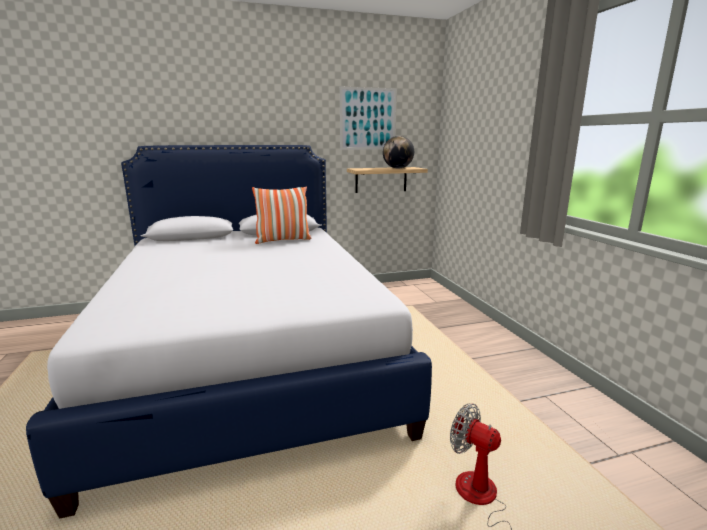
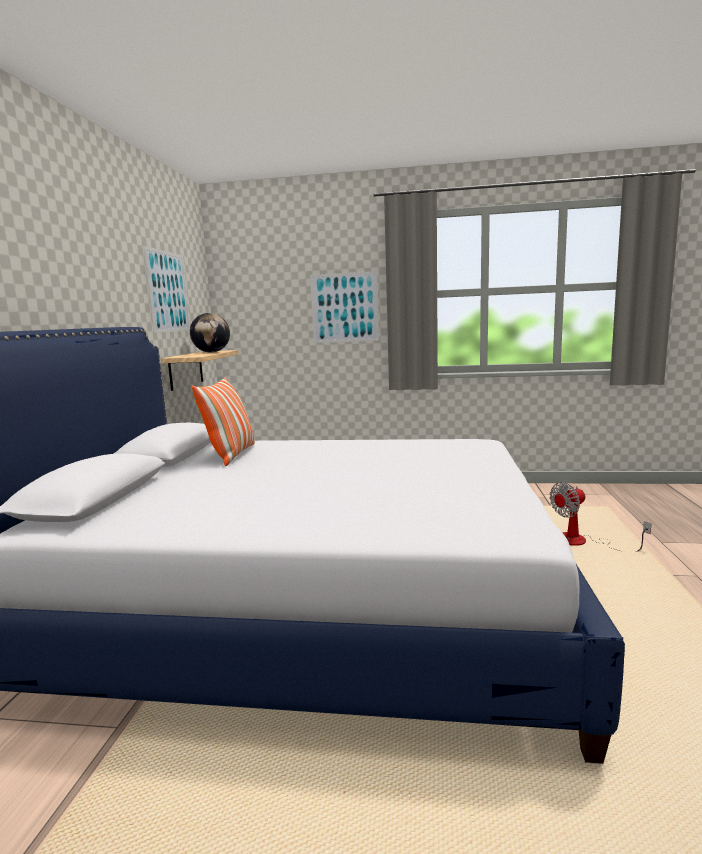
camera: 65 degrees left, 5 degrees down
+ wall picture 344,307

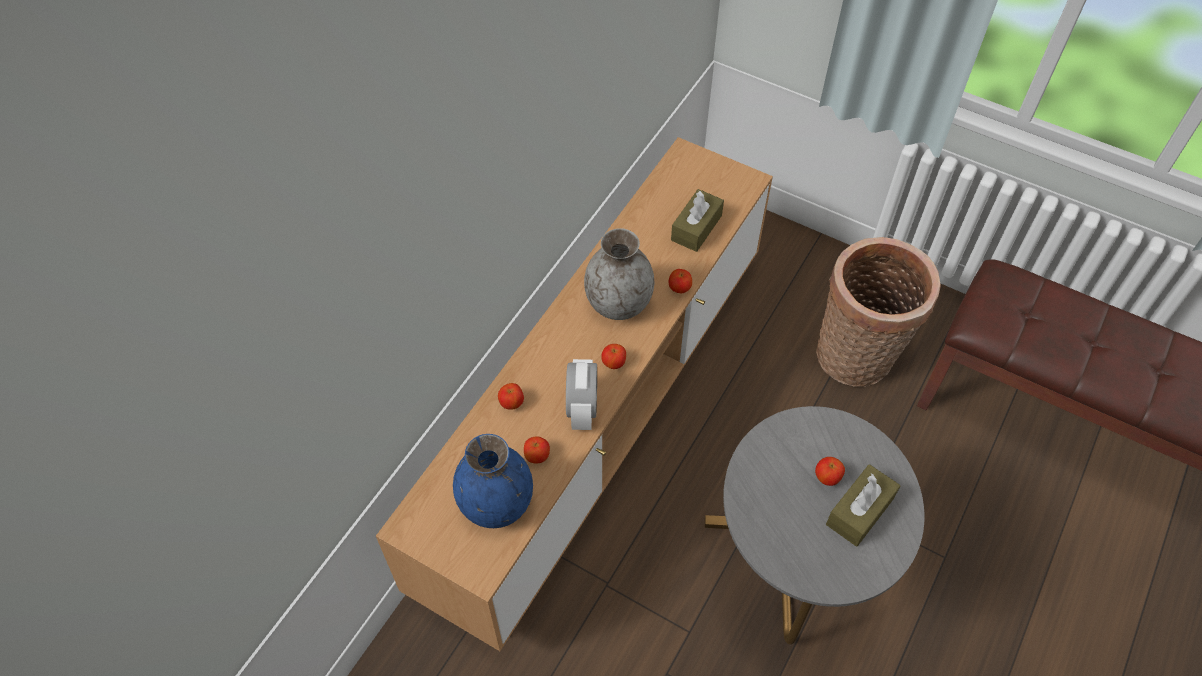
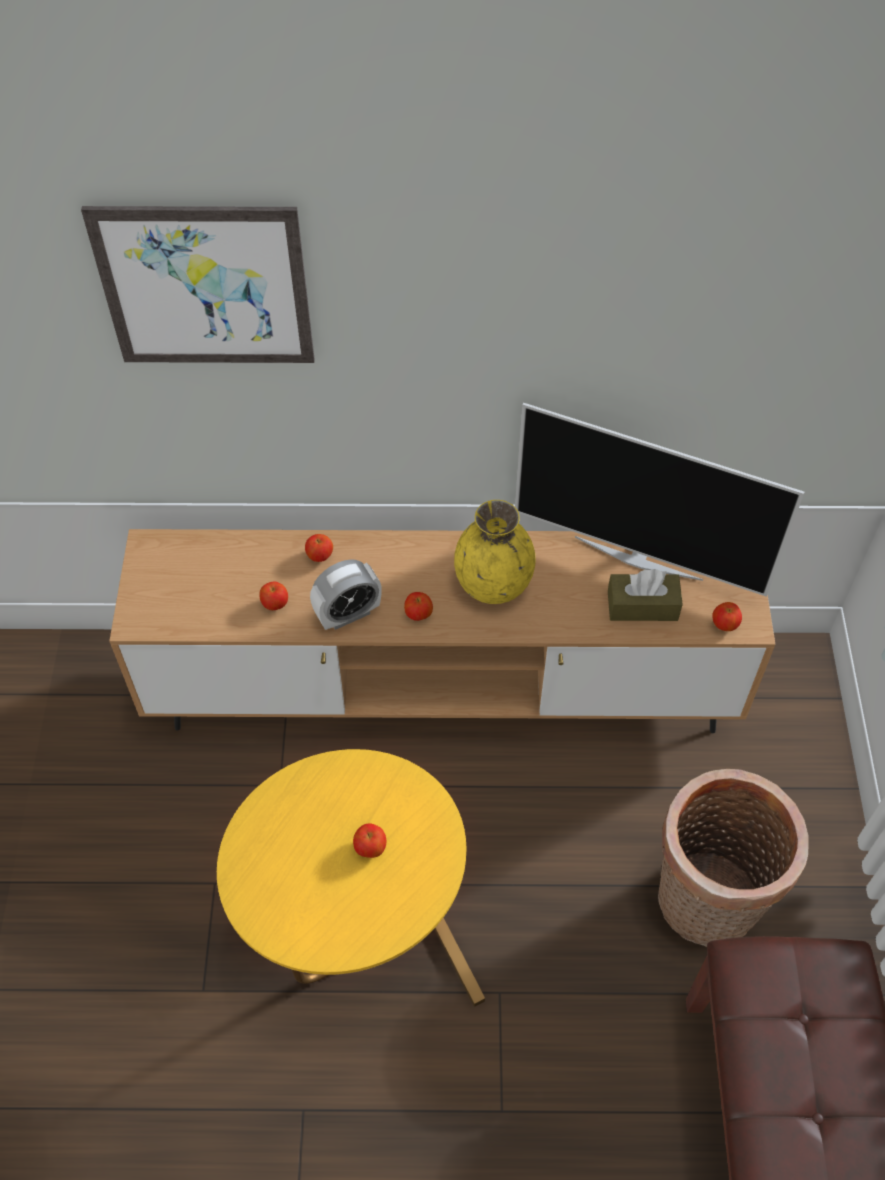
camera: 60 degrees right, 0 degrees up
- blue vase 497,503
- brownish box of tissues 859,511
+ wall picture 205,287
+ television 638,557
~ apple 679,288 to 724,624
~ grey vase 618,303 to yellowish vase 494,584
~ grey end table 784,592 to yellowish end table 361,955

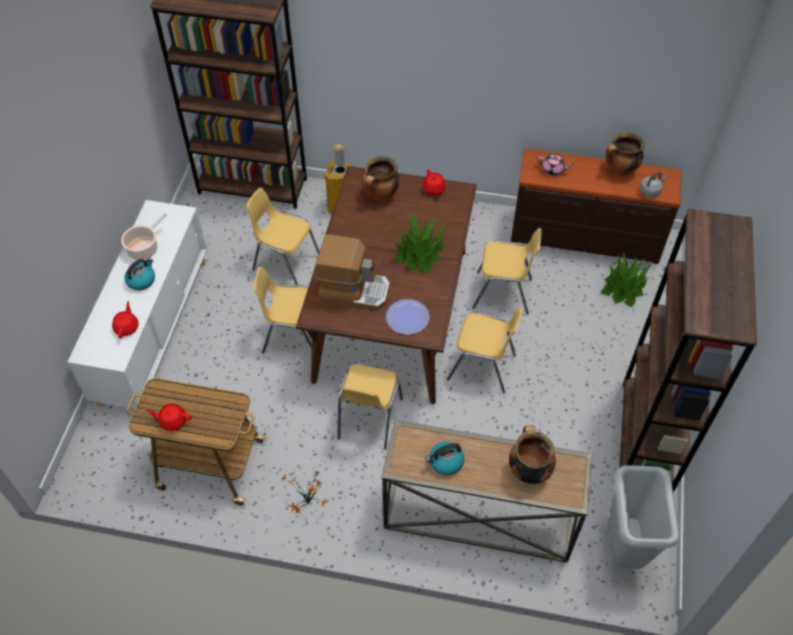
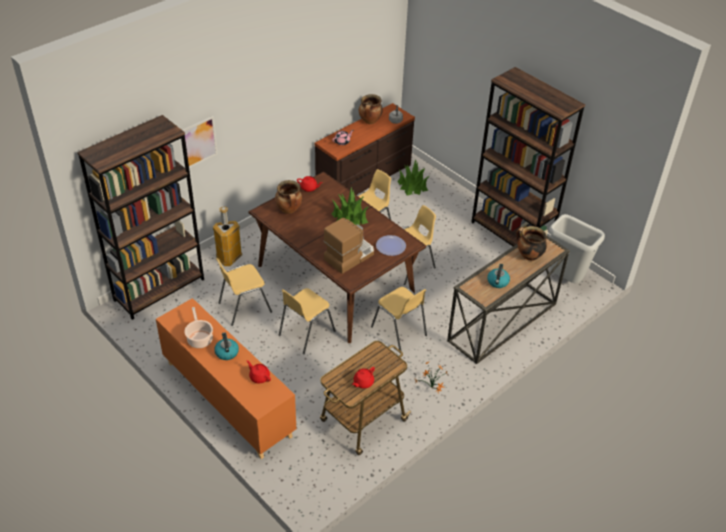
camera: 55 degrees left, 10 degrees down
+ wall picture 199,142
~ whitish cabinet 154,330 to orange cabinet 228,399

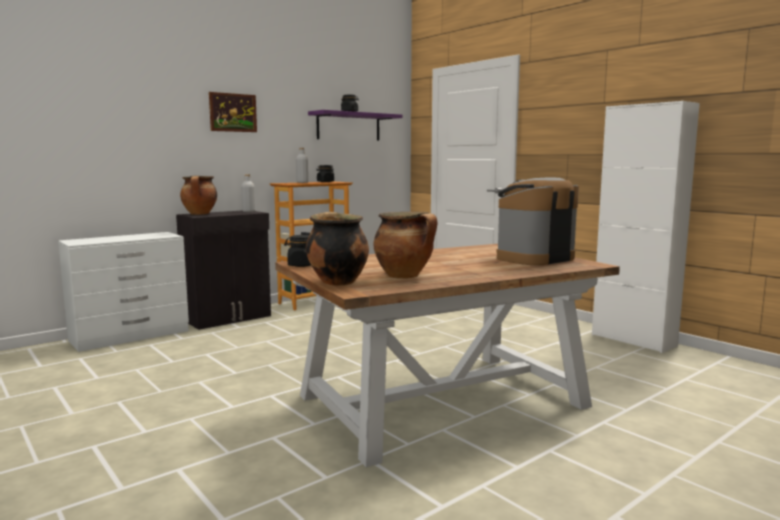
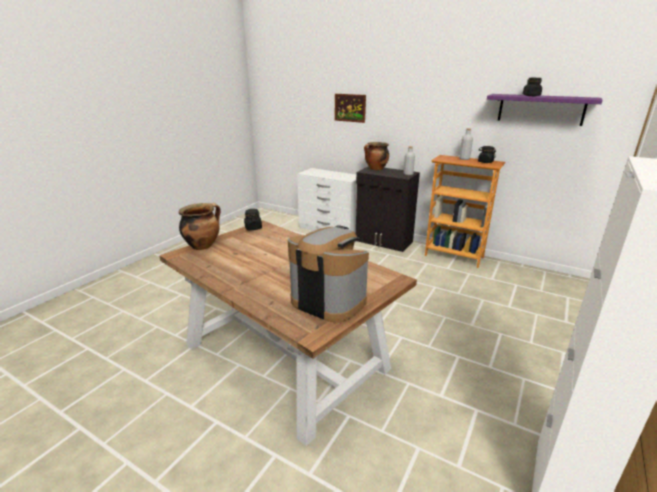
camera: 70 degrees right, 15 degrees up
- cooking pot 405,276
~ wall picture 233,112 to 350,108

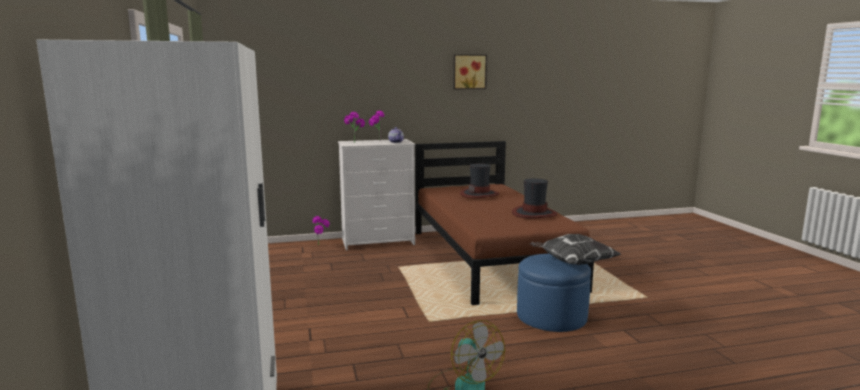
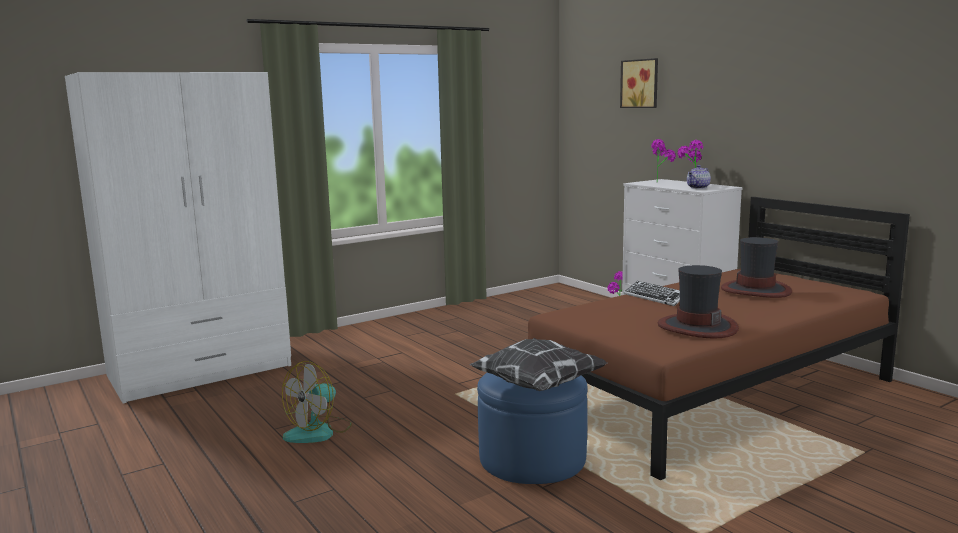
camera: 70 degrees right, 0 degrees up
+ computer keyboard 655,297
~ wall picture 469,72 to 641,83

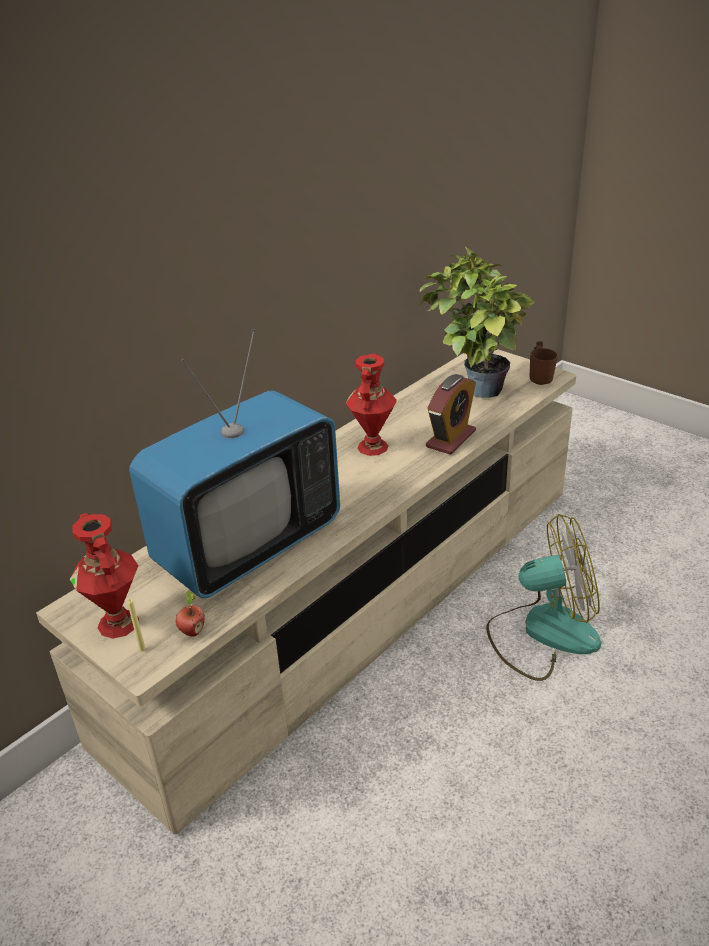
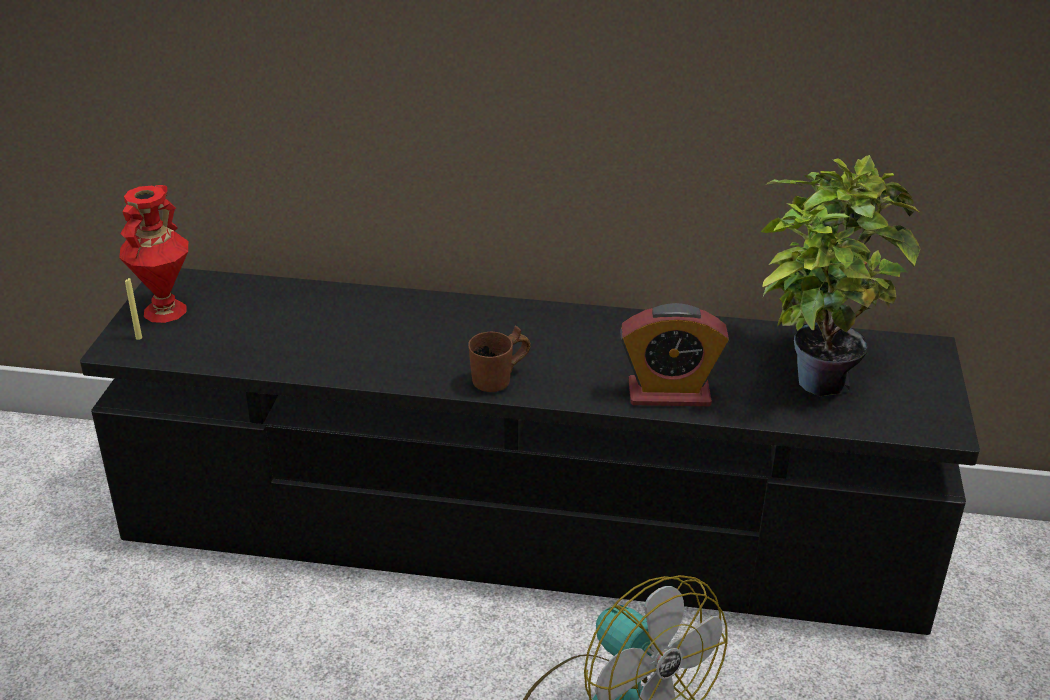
camera: 55 degrees right, 0 degrees up
- television 248,546
- apple 192,631
- red-coloured vase 373,447
~ brownish mug 542,378 to 501,383
~ beige media console 361,604 to blackish media console 523,530

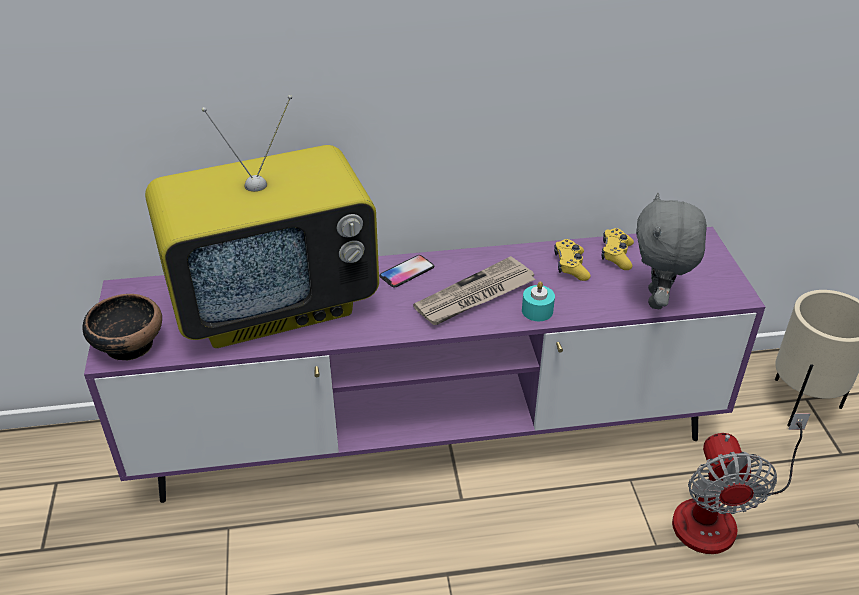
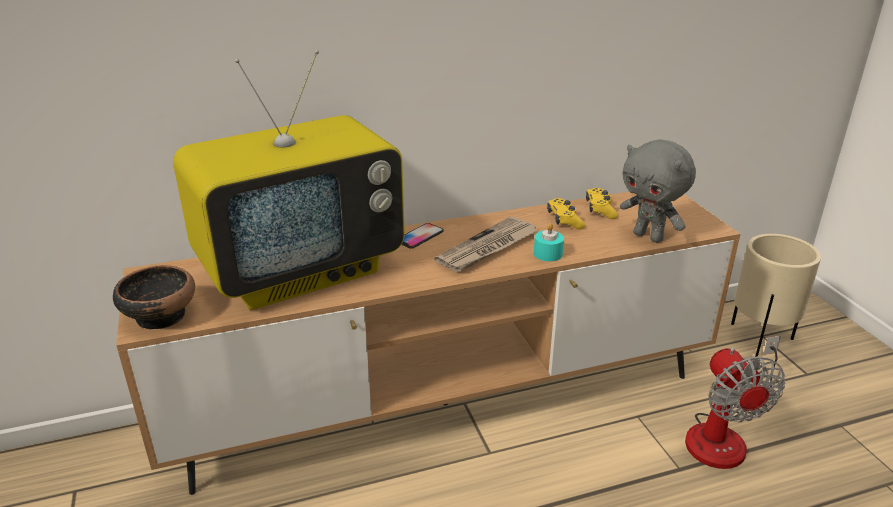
camera: 10 degrees left, 10 degrees down
~ purple media console 429,437 to brownish media console 445,404
~ grey cuddly toy 658,300 = 649,237 45 degrees counterclockwise

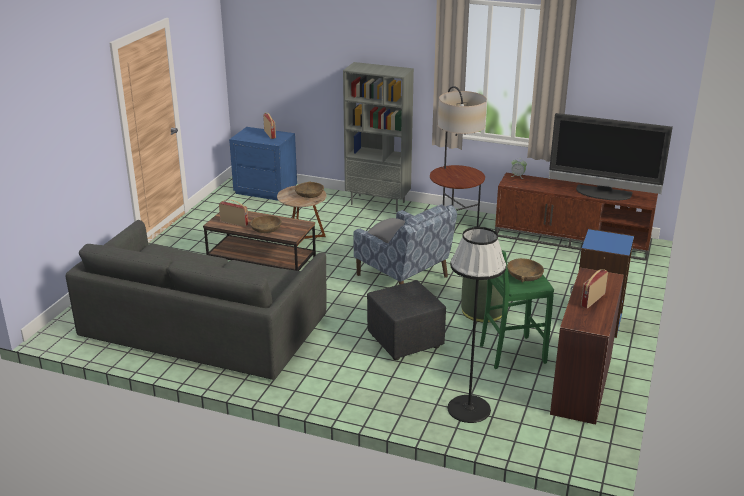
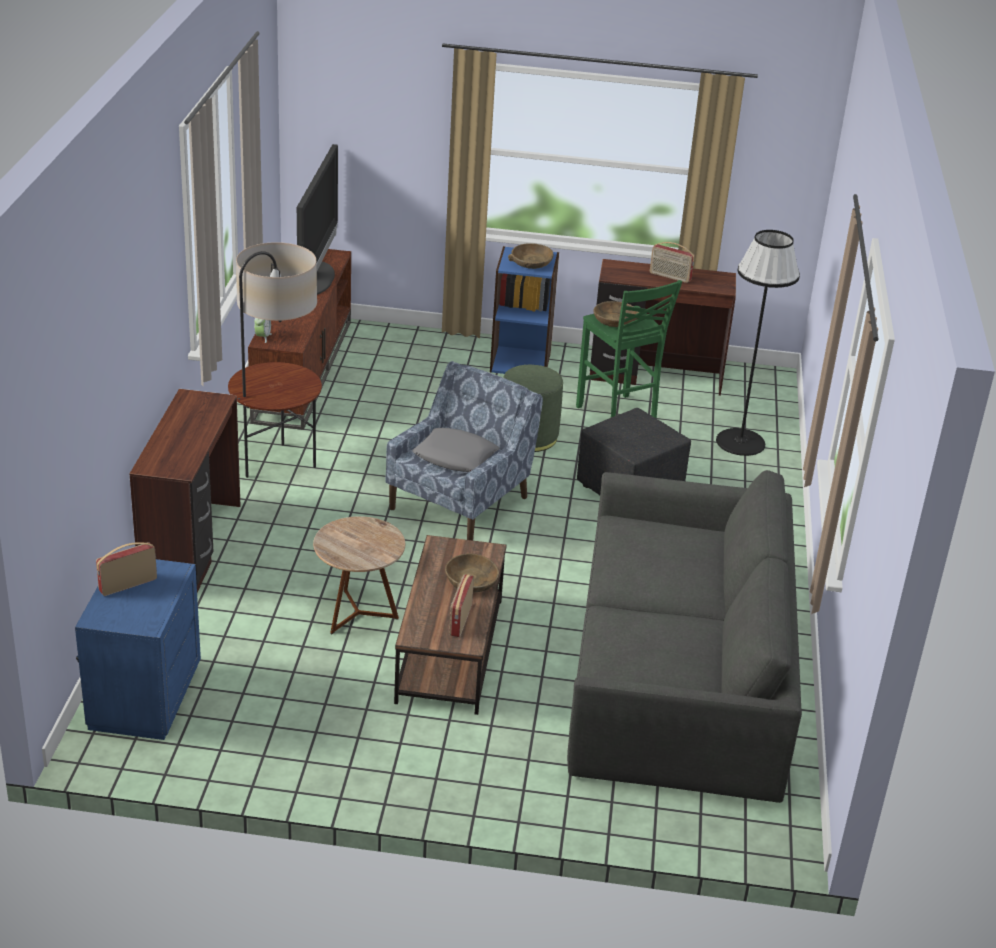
camera: 105 degrees left, 5 degrees up
~ brownish serving bowl 309,194 to 531,263
~ grey bookcase 378,203 to brownish desk unit 193,546

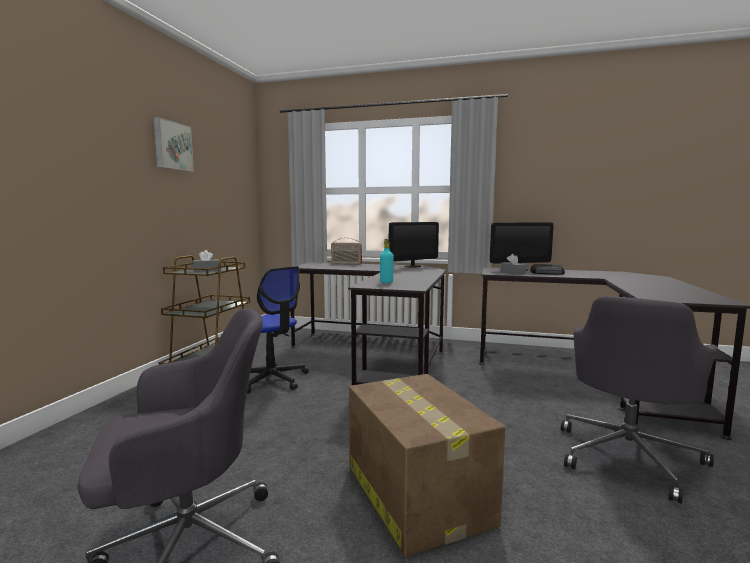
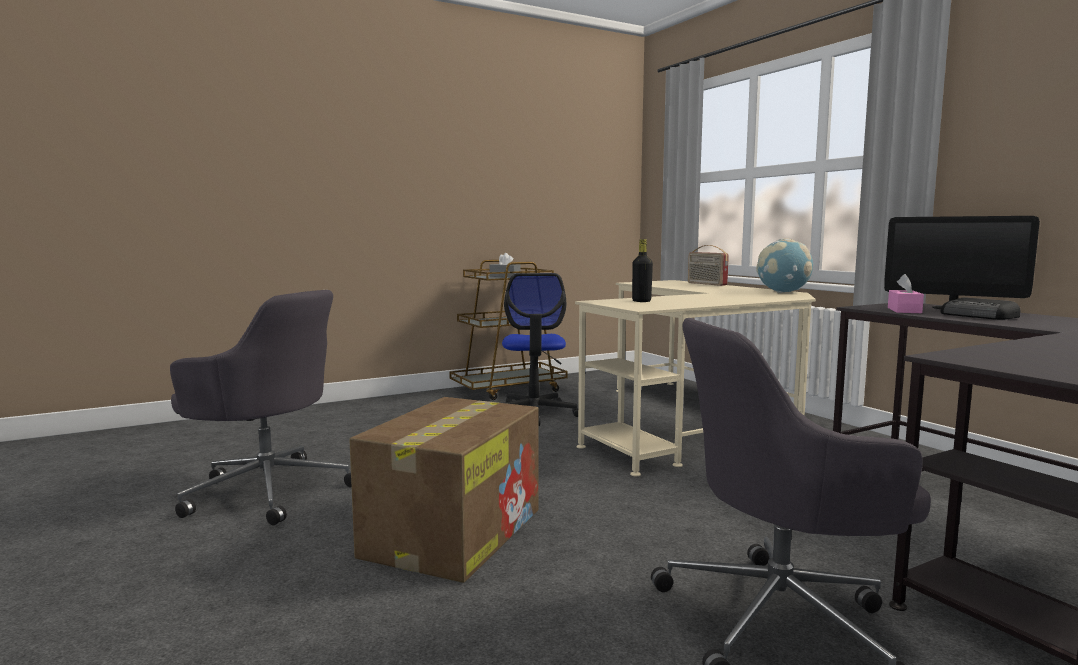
camera: 45 degrees right, 0 degrees up
- wall picture 172,146
~ computer display 412,266 to globe 783,292
~ blackish desk unit 377,357 to beige desk unit 695,422
~ blue-green bottle 386,282 to blackish bottle 641,301
~ grey box of tissues 513,273 to pinkish box of tissues 904,310

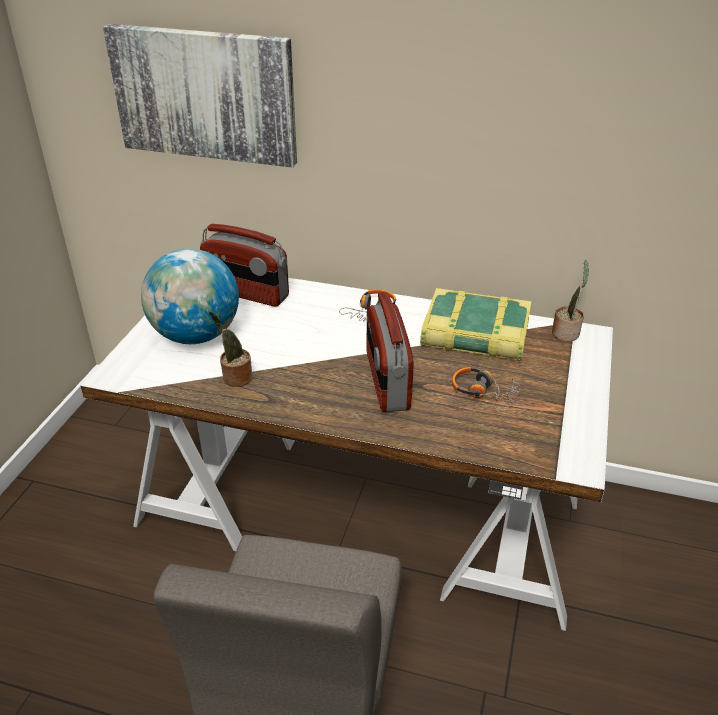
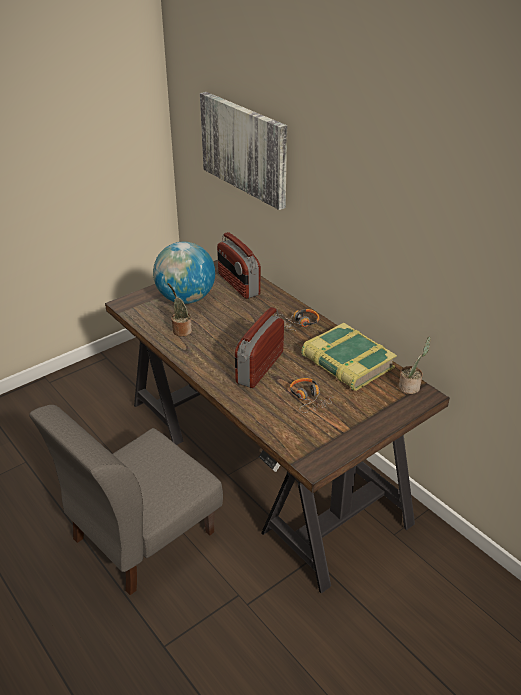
camera: 35 degrees right, 0 degrees up
~ whitish desk unit 360,510 to brownish desk unit 263,459

